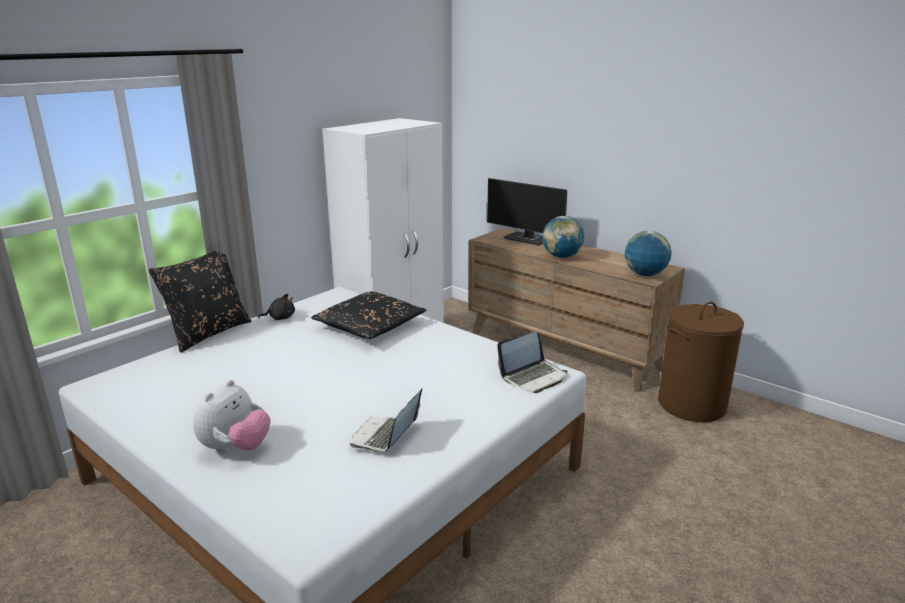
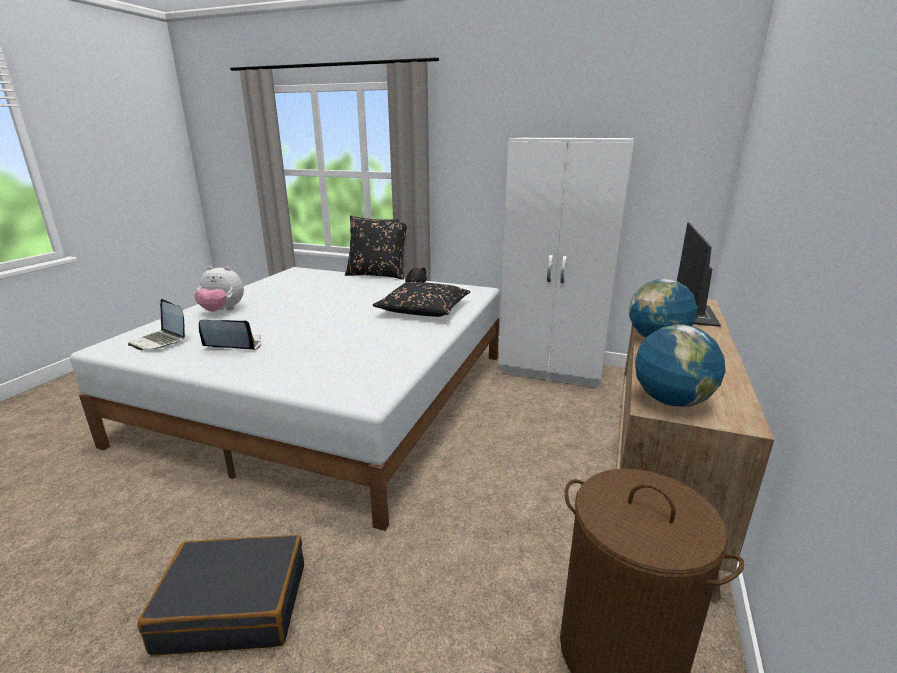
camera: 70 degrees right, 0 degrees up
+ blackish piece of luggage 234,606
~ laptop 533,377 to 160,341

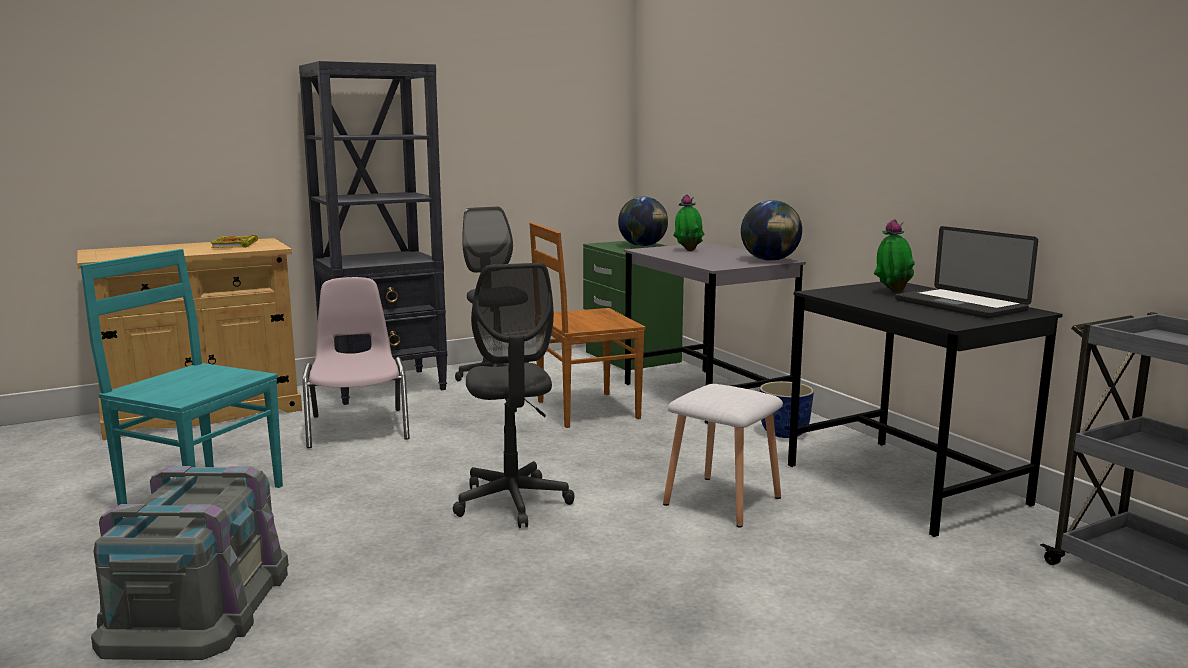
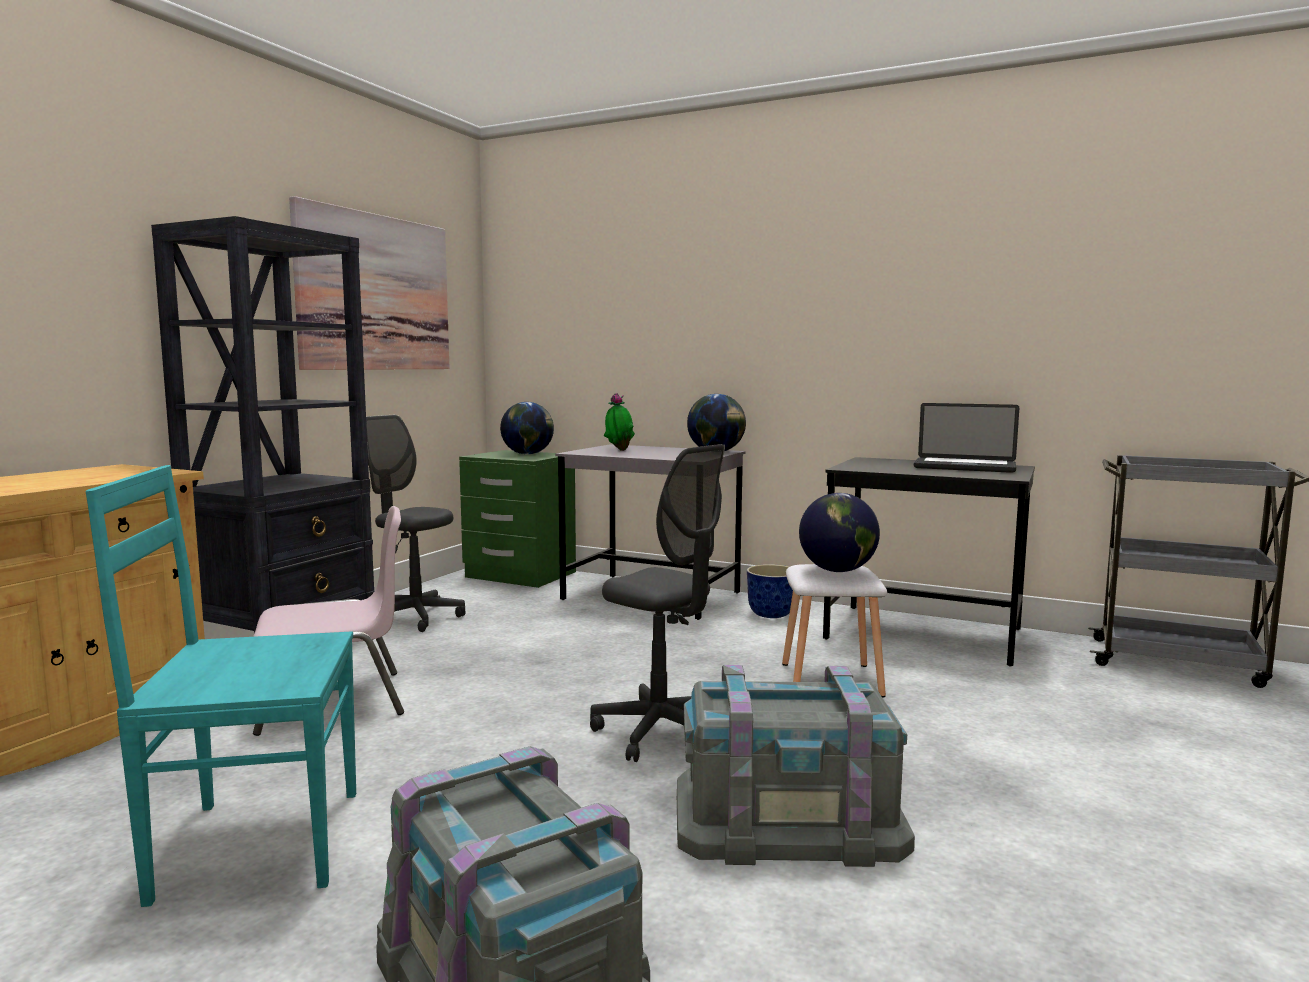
camera: 35 degrees left, 5 degrees down
- bound book 235,245
- brownish plain chair 584,410
- houseplant 892,292
+ wall picture 375,293
+ grey storage container 788,818
+ globe 837,571
~ pinkish plain chair 358,427 = 335,701 120 degrees clockwise

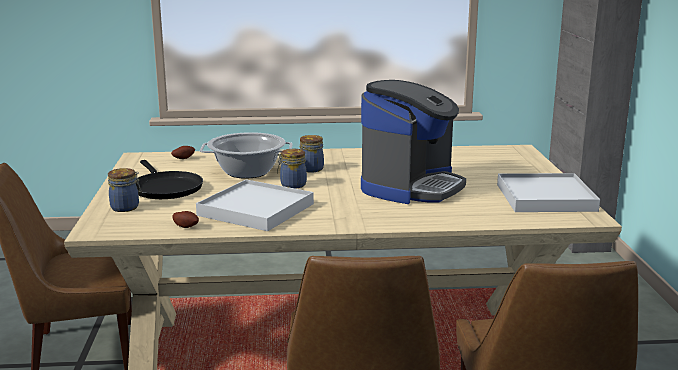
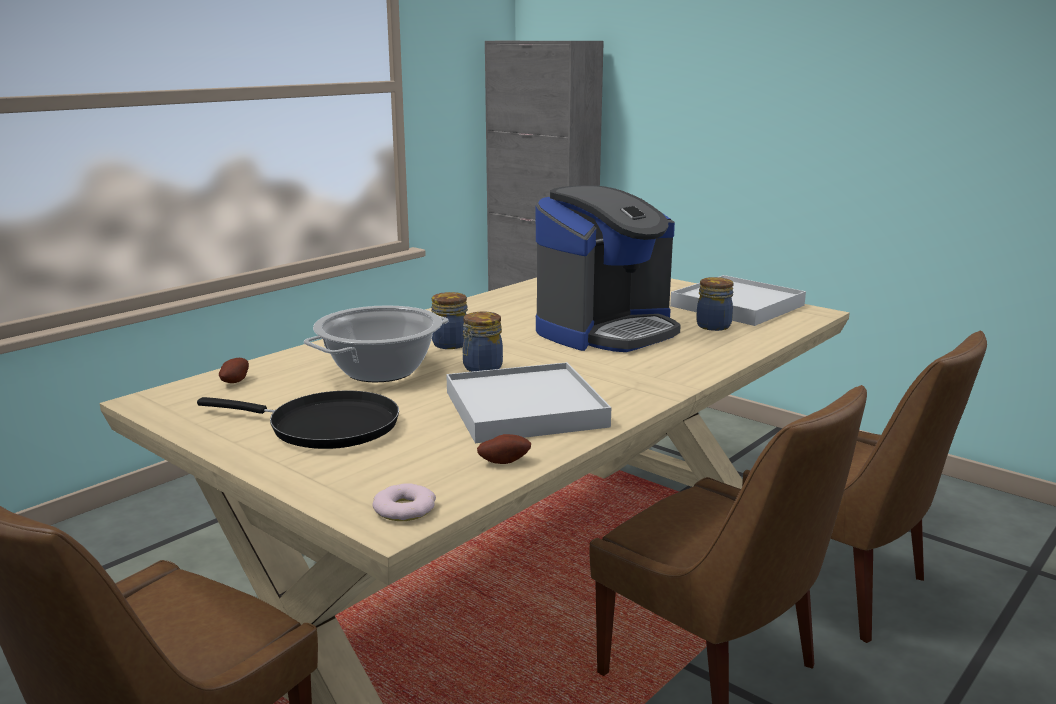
camera: 45 degrees left, 0 degrees up
+ doughnut 404,509
~ jar 126,207 to 713,325
~ coffee maker 411,187 = 606,331 60 degrees clockwise

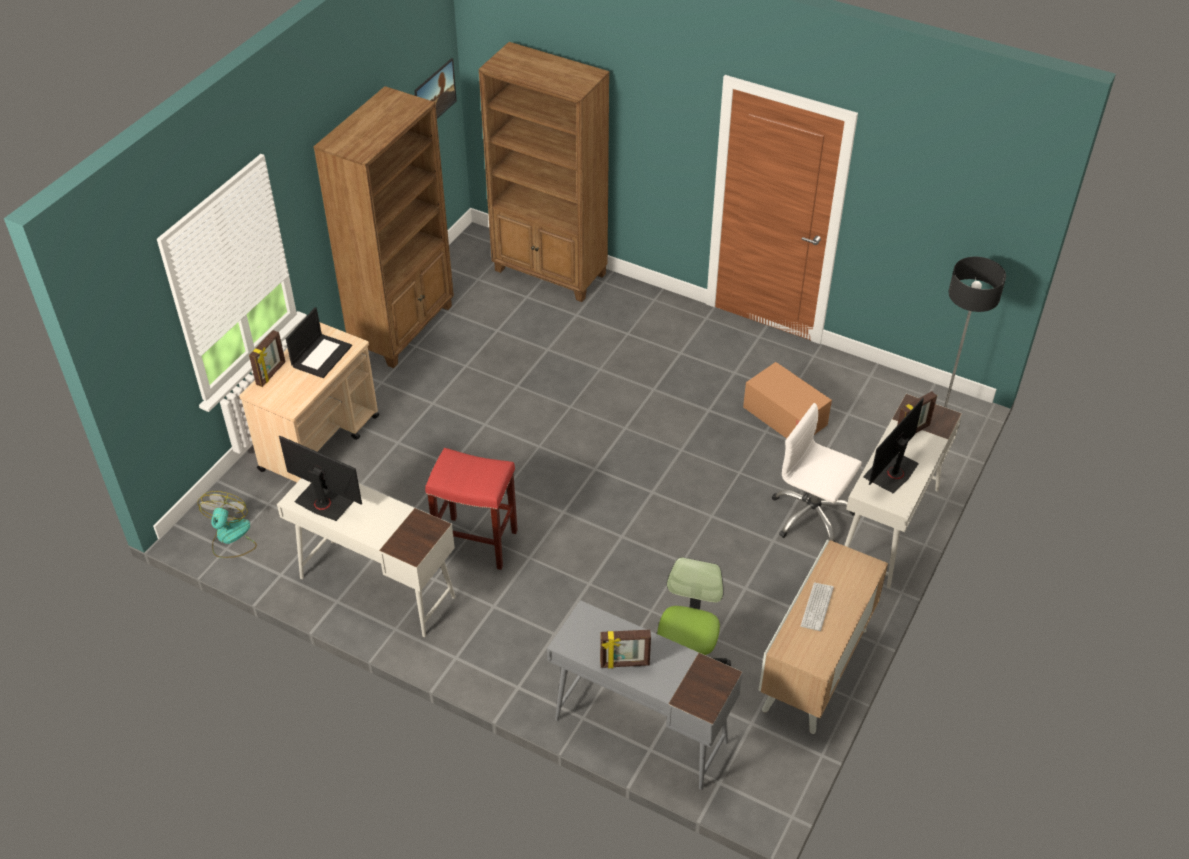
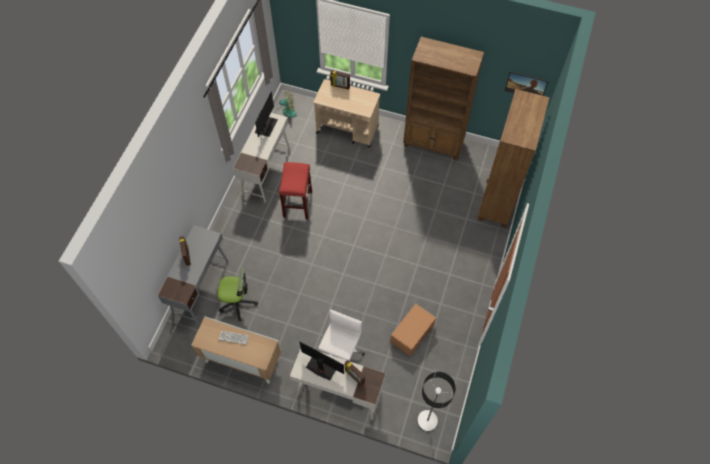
camera: 80 degrees right, 15 degrees up
- laptop 321,355

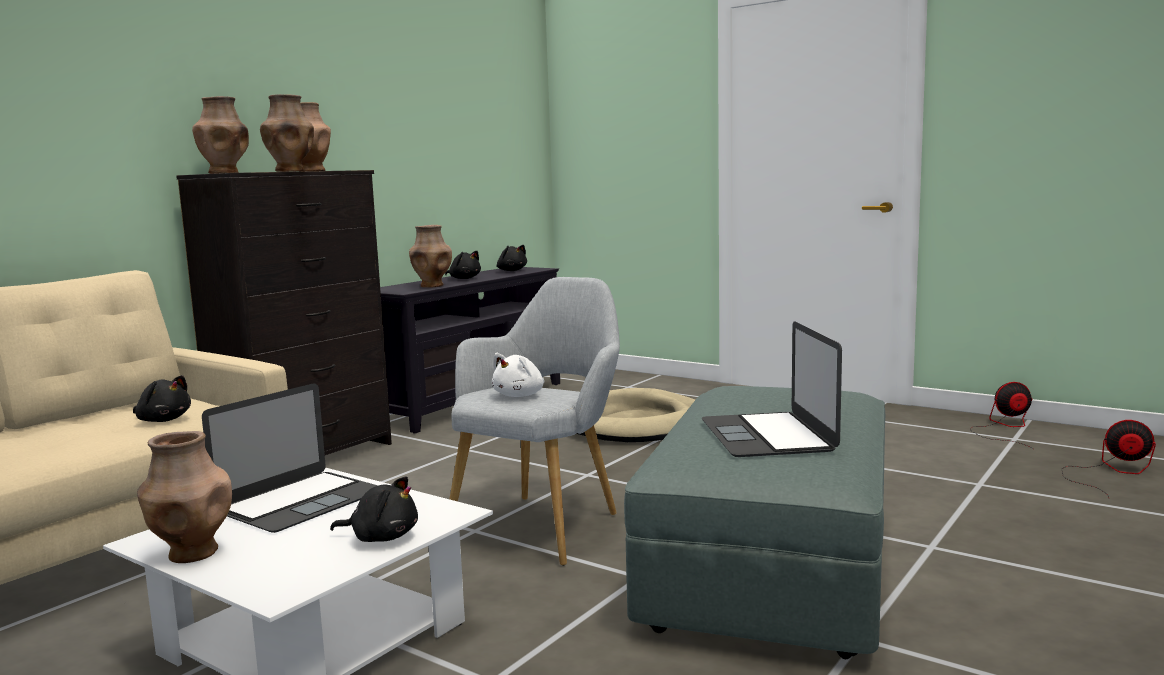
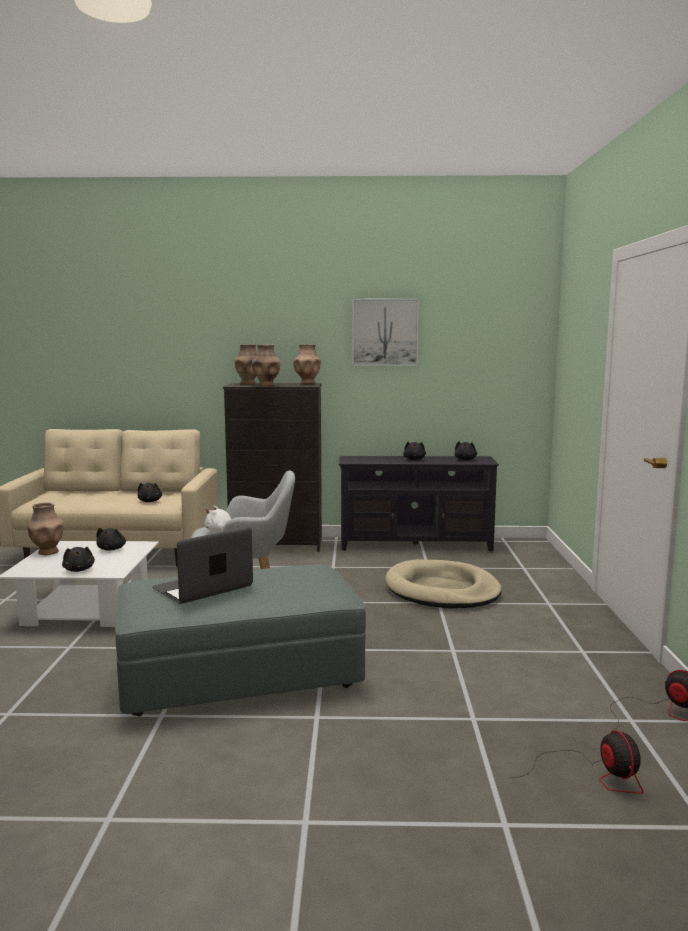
camera: 55 degrees right, 0 degrees up
- brownish vase 432,286
+ wall picture 385,332
~ laptop 300,501 to blackish cuddly toy 112,549

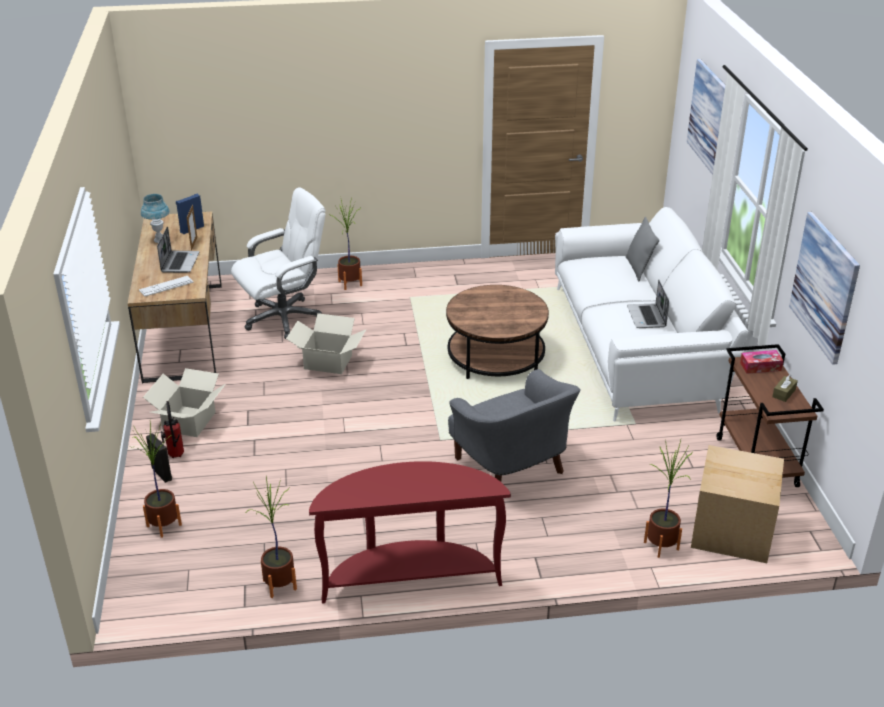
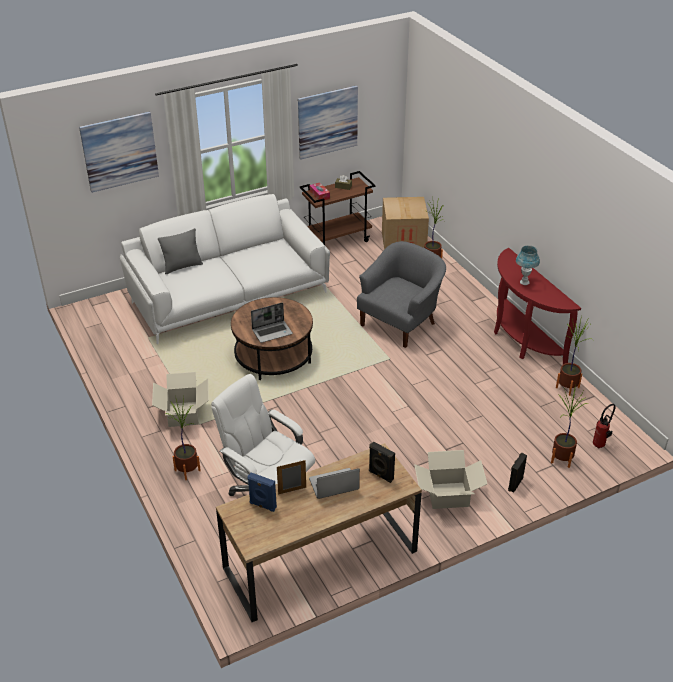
camera: 110 degrees left, 5 degrees up
~ blue table lamp 159,240 to 524,282
~ fire extinguisher 175,456 to 600,444
~ cardboard box 328,362 to 184,414
~ laptop 647,317 to 272,332
~ computer keyboard 166,286 to blackish audio speaker 380,475

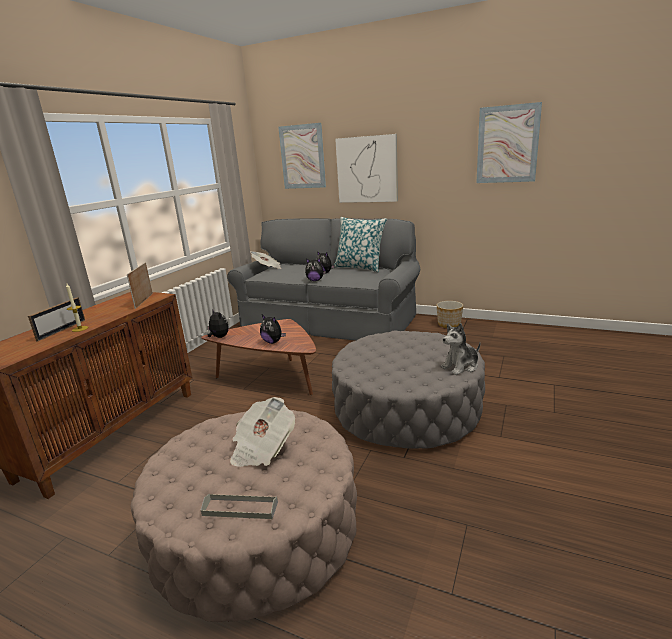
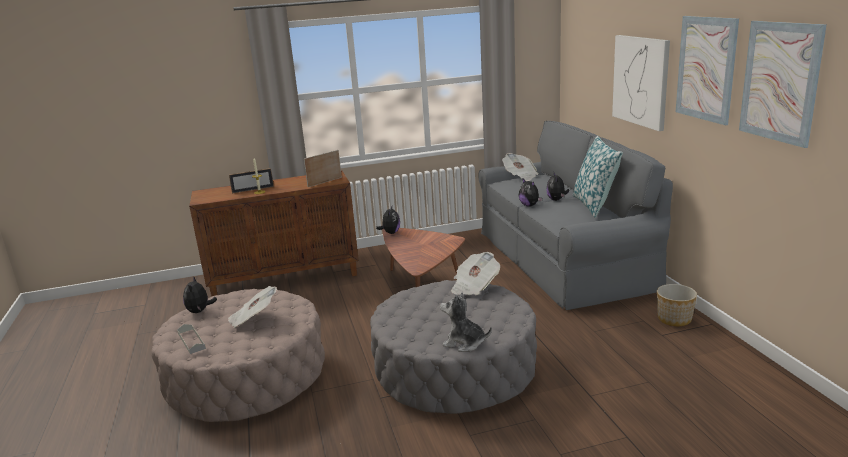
camera: 50 degrees right, 0 degrees up
+ daily paper 474,286
~ cuddly toy 273,342 to 200,311
~ wall picture 302,157 to 706,69

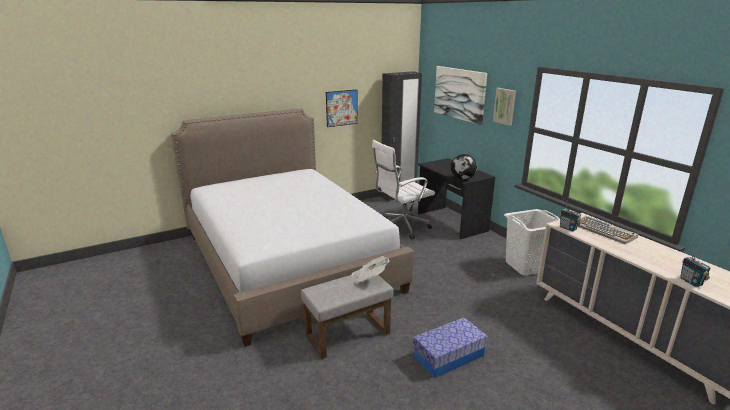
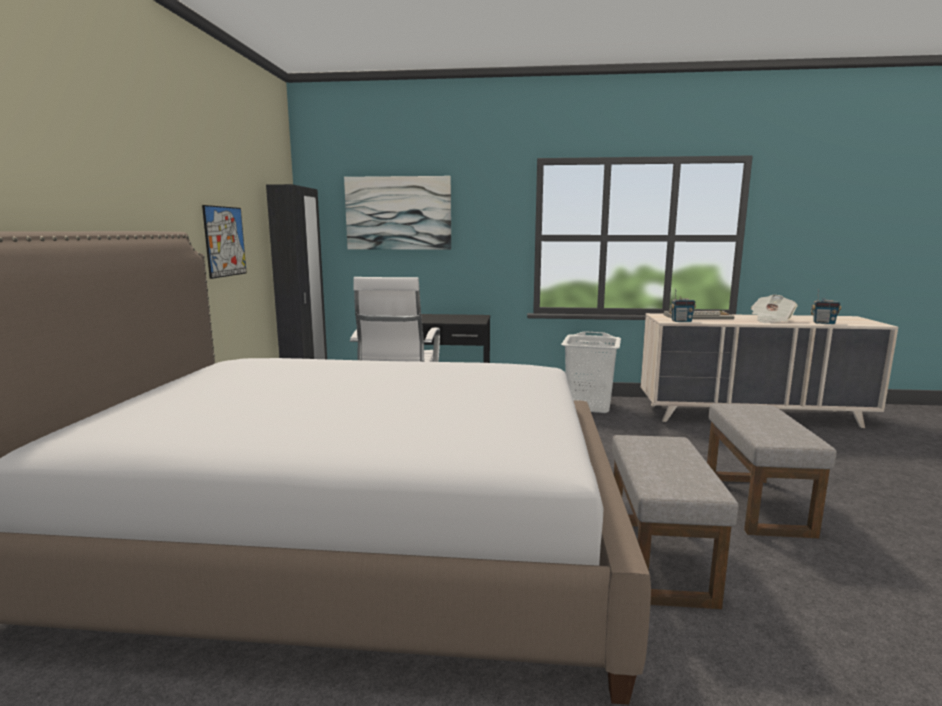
camera: 55 degrees left, 10 degrees down
- globe 463,178
- wall picture 505,106
~ daily paper 369,278 to 771,320
~ storage container 449,356 to grey ottoman 754,503

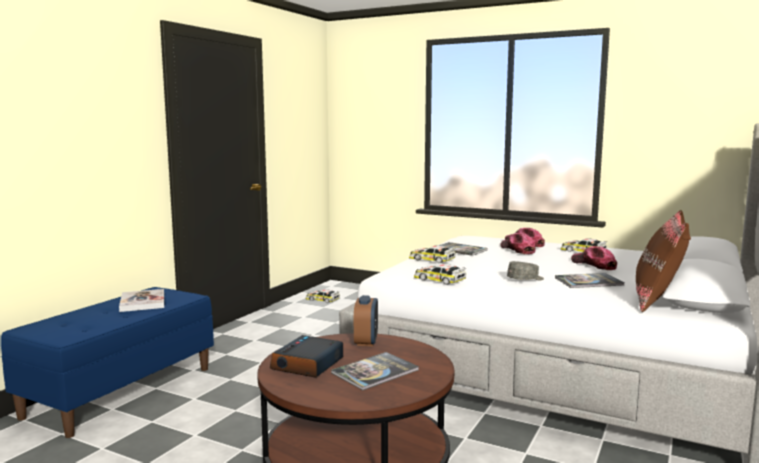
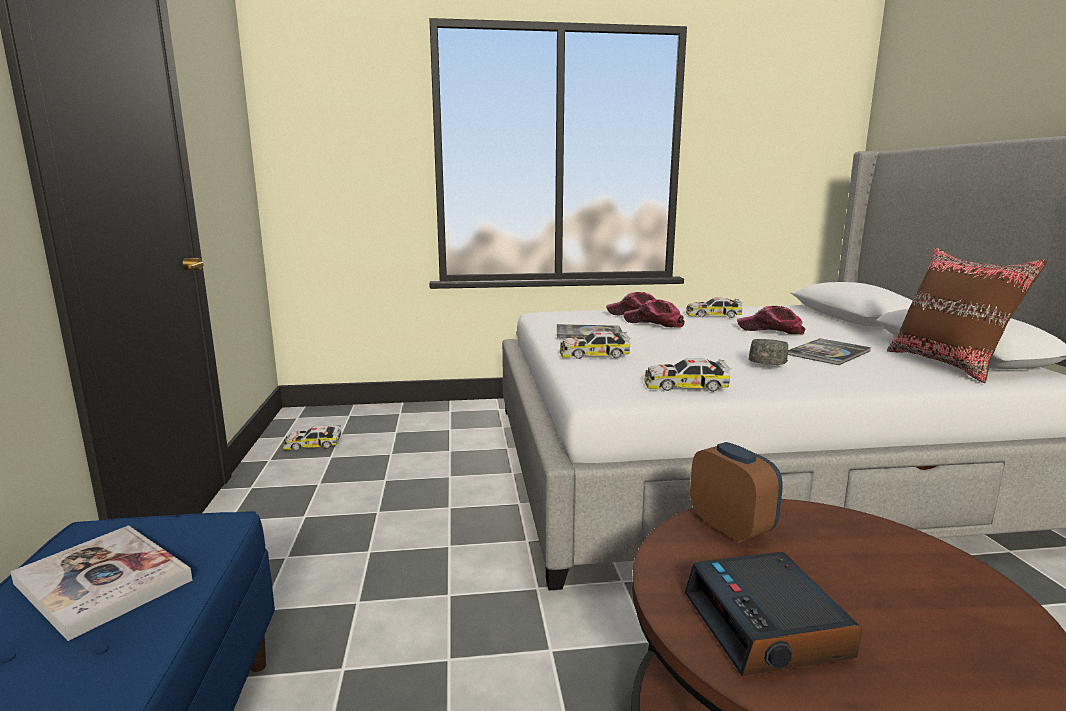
camera: 35 degrees left, 5 degrees up
- bound book 375,372

